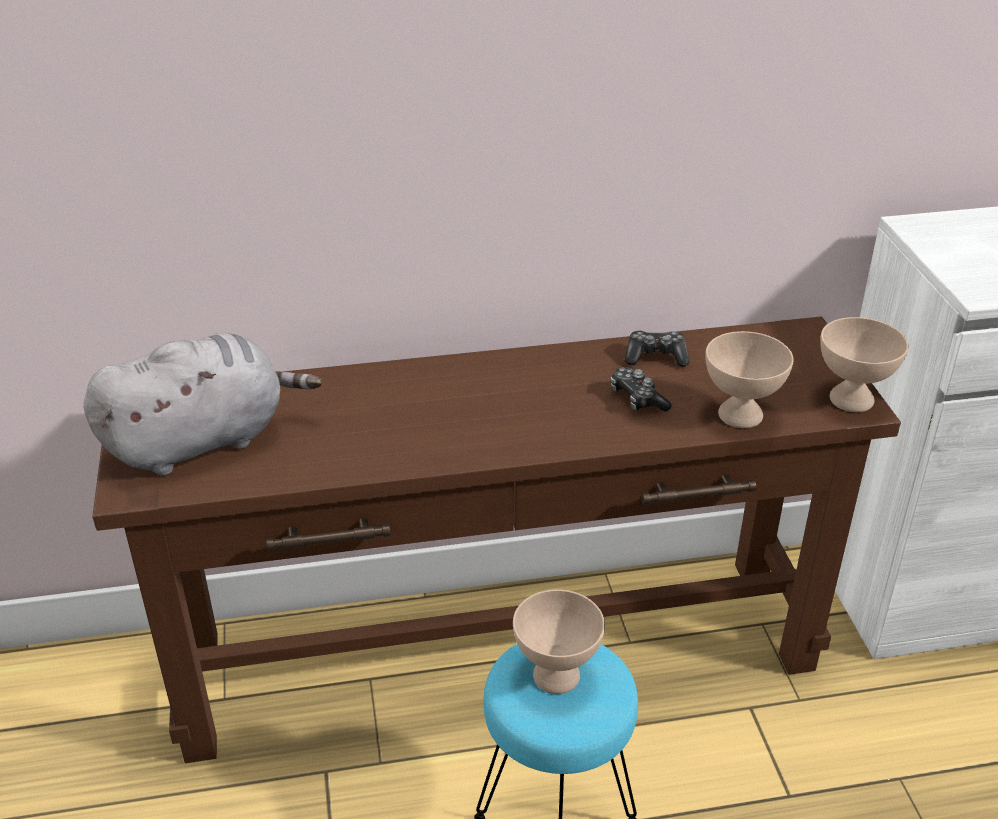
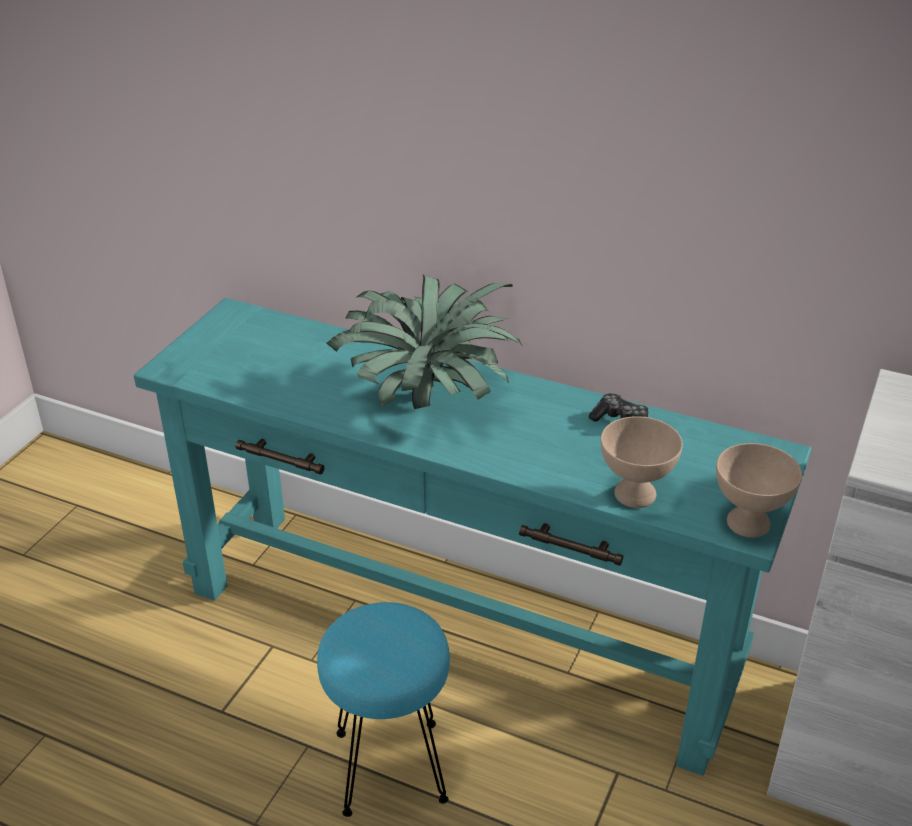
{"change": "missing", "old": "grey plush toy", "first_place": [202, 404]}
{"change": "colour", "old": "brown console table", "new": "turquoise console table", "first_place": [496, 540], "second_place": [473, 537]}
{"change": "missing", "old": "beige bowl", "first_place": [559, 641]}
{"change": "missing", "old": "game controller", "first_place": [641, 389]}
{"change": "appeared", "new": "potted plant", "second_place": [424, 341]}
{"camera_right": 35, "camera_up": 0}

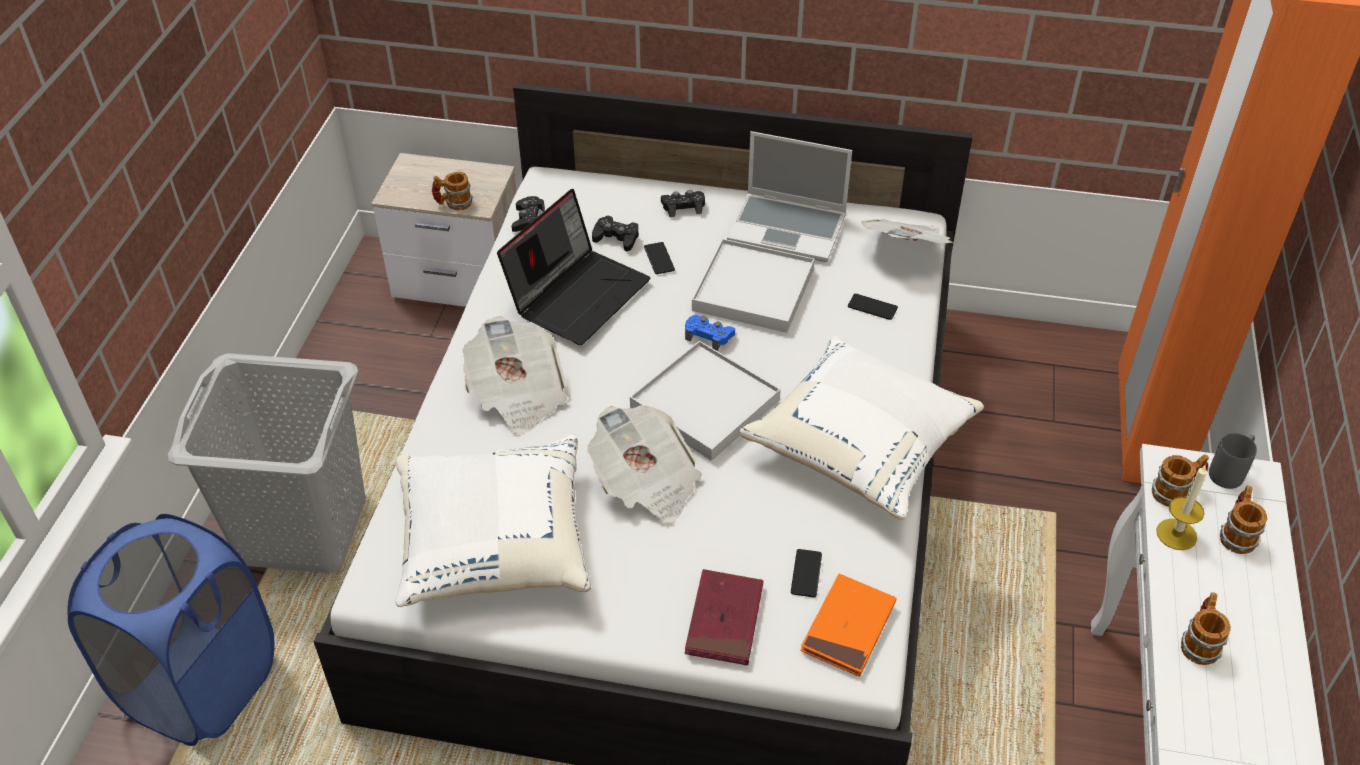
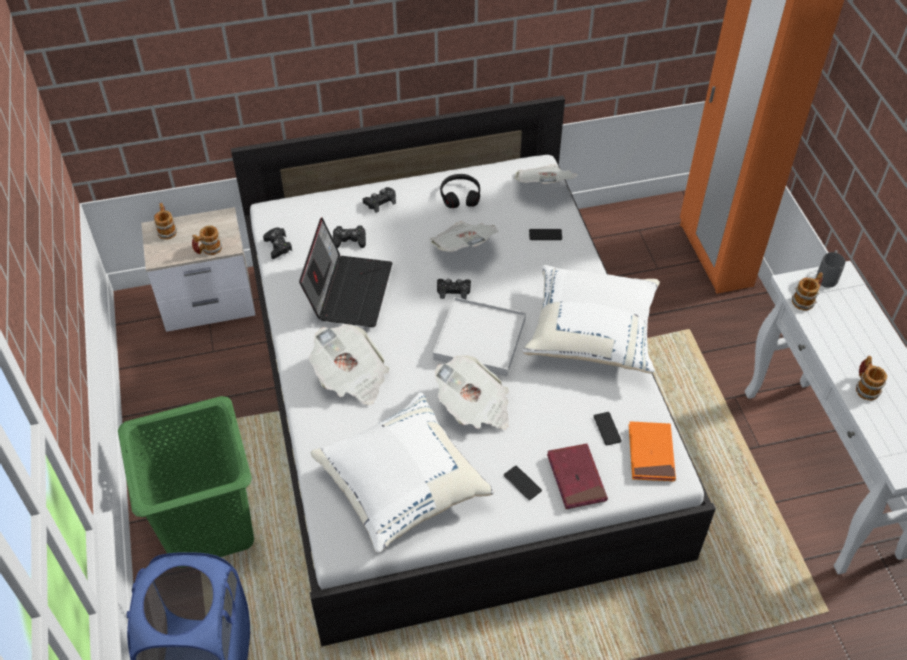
{"change": "colour", "old": "grey laundry basket", "new": "green laundry basket", "first_place": [266, 463], "second_place": [186, 476]}
{"change": "relocated", "old": "phone", "first_place": [659, 258], "second_place": [523, 483]}
{"change": "colour", "old": "blue game controller", "new": "black game controller", "first_place": [710, 333], "second_place": [454, 289]}
{"change": "exchanged", "old": "white tray", "new": "newspaper", "first_place": [753, 286], "second_place": [464, 236]}
{"change": "exchanged", "old": "laptop", "new": "black headphones", "first_place": [789, 196], "second_place": [460, 191]}
{"change": "missing", "old": "candle", "first_place": [1181, 507]}
{"change": "relocated", "old": "mug", "first_place": [1243, 520], "second_place": [165, 221]}
{"camera_right": -25, "camera_up": 5}

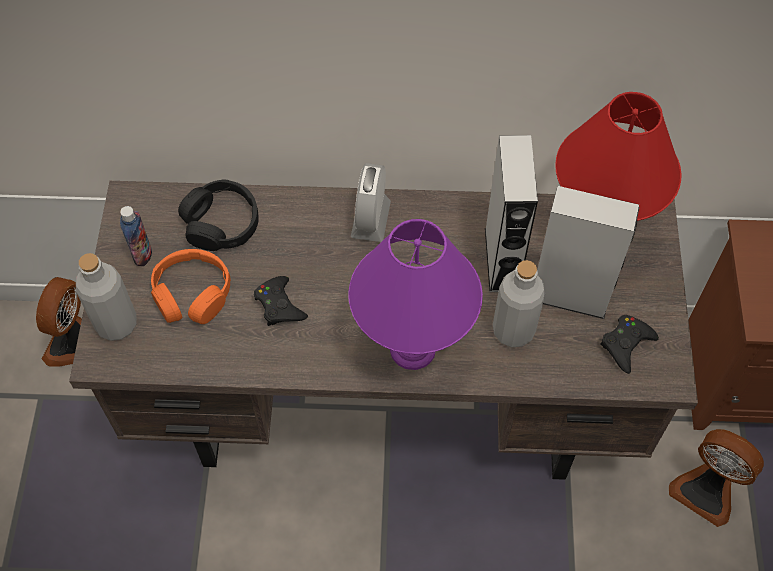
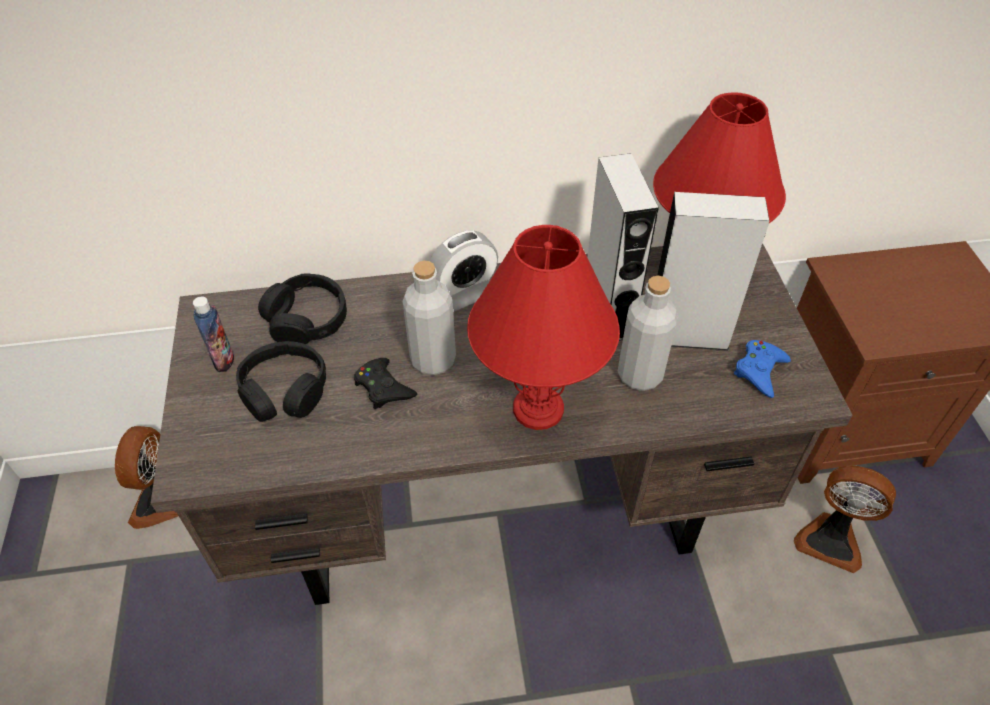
{"change": "relocated", "old": "grey bottle", "first_place": [106, 297], "second_place": [429, 318]}
{"change": "colour", "old": "orange headphones", "new": "black headphones", "first_place": [191, 286], "second_place": [281, 381]}
{"change": "colour", "old": "purple table lamp", "new": "red table lamp", "first_place": [415, 294], "second_place": [543, 327]}
{"change": "spun", "old": "alarm clock", "first_place": [371, 202], "second_place": [464, 271], "degrees": -120}
{"change": "colour", "old": "black game controller", "new": "blue game controller", "first_place": [629, 344], "second_place": [762, 369]}
{"camera_right": -10, "camera_up": -10}

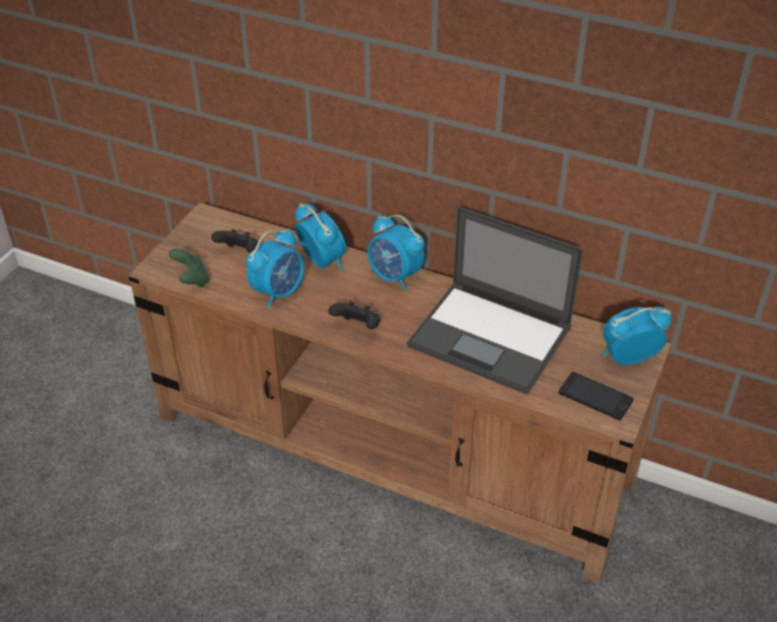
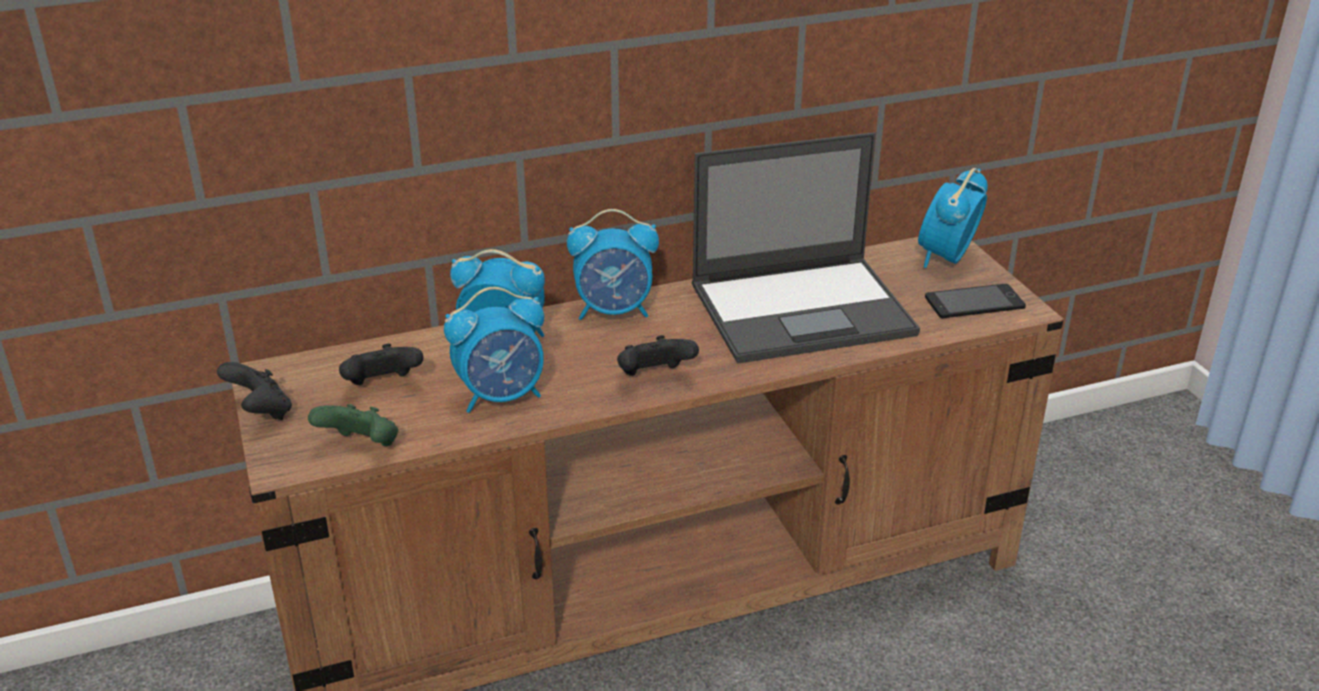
{"change": "spun", "old": "alarm clock", "first_place": [275, 269], "second_place": [494, 350], "degrees": 75}
{"change": "appeared", "new": "black game controller", "second_place": [254, 391]}
{"camera_right": -45, "camera_up": -10}

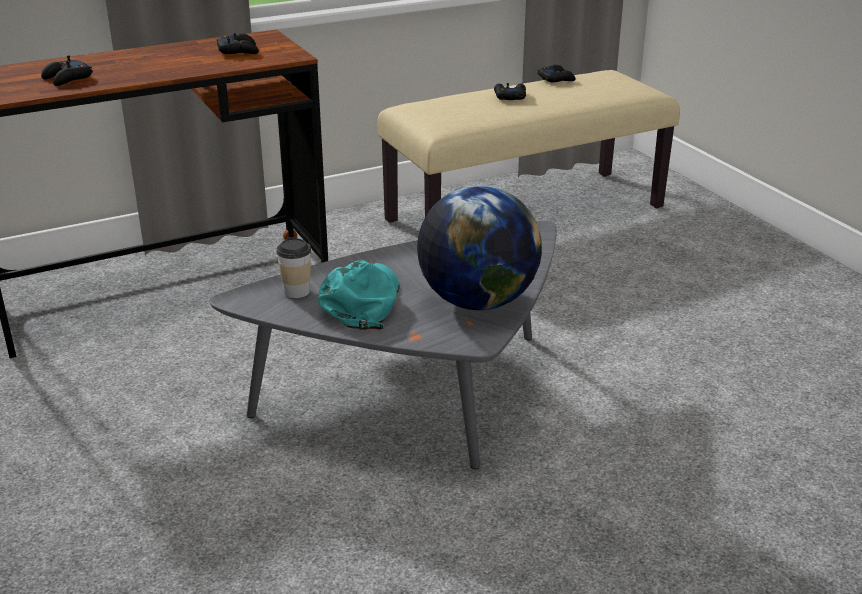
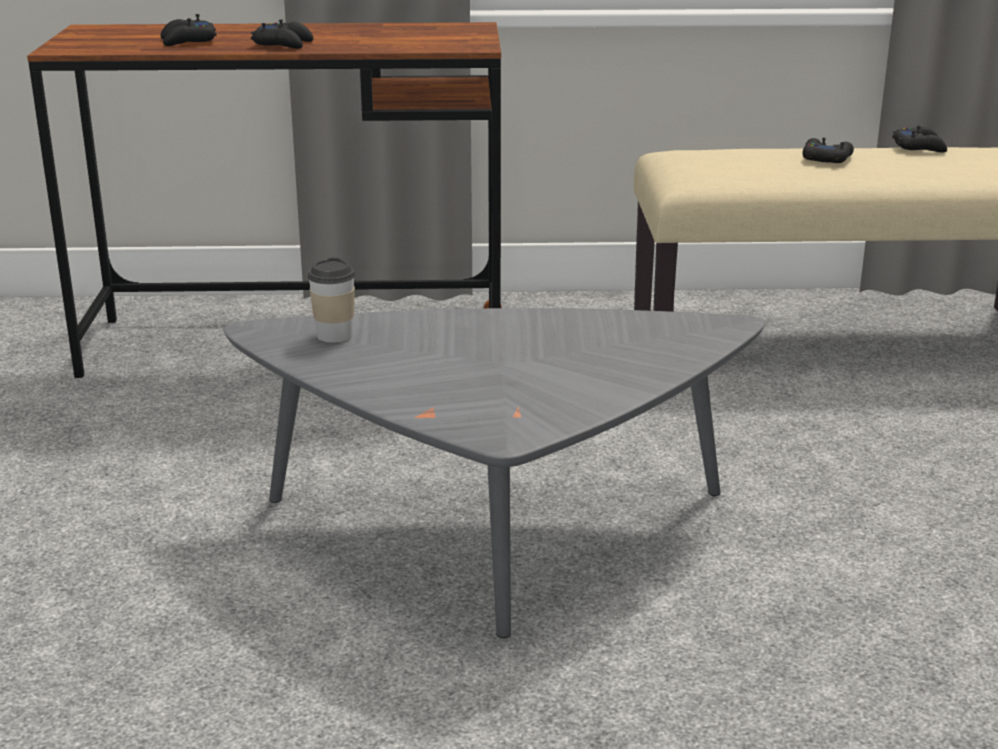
{"change": "relocated", "old": "black game controller", "first_place": [238, 43], "second_place": [282, 34]}
{"change": "missing", "old": "turquoise cap", "first_place": [359, 295]}
{"change": "missing", "old": "globe", "first_place": [479, 247]}
{"camera_right": 25, "camera_up": -5}

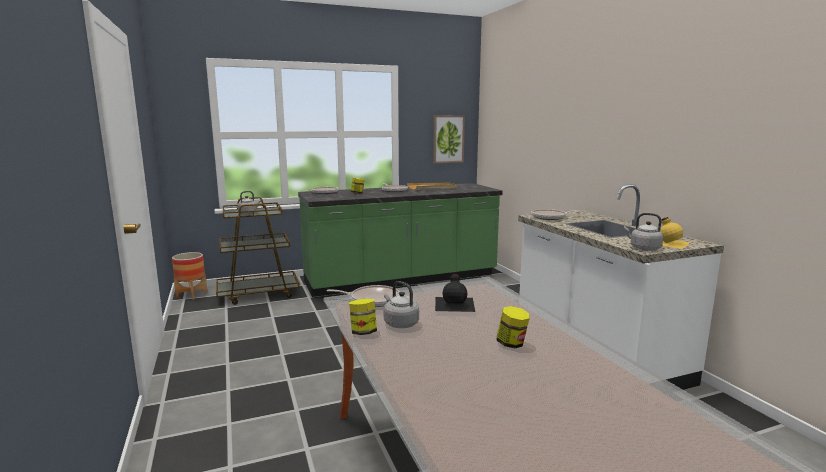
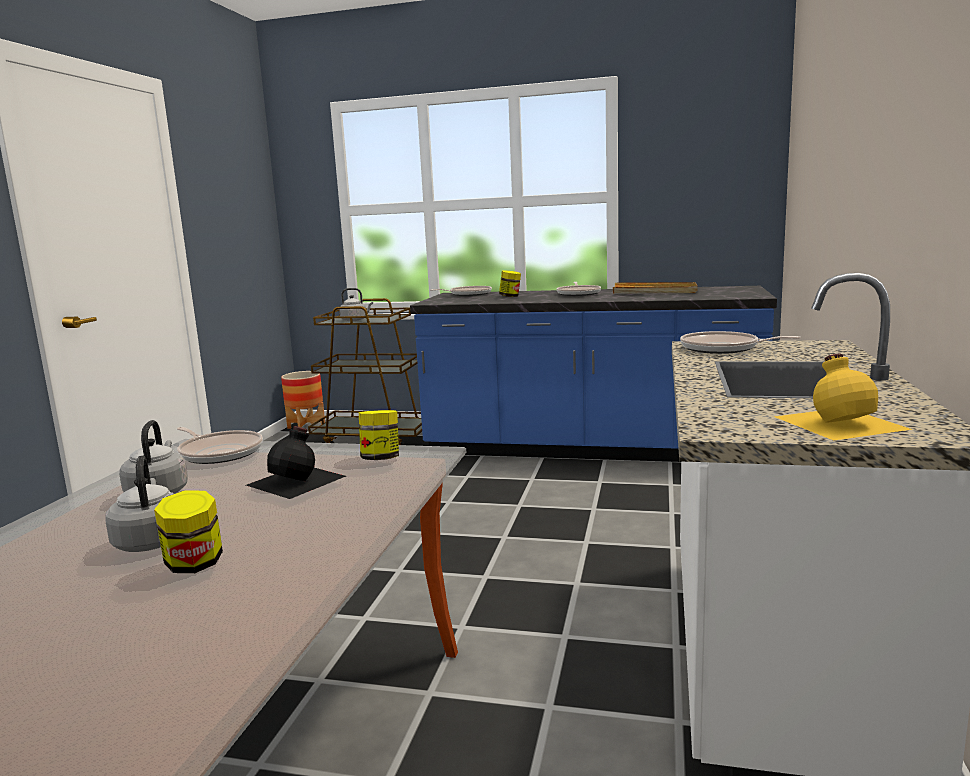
{"change": "colour", "old": "green counter", "new": "blue counter", "first_place": [400, 240], "second_place": [593, 374]}
{"change": "relocated", "old": "jar", "first_place": [363, 317], "second_place": [379, 435]}
{"change": "missing", "old": "picture", "first_place": [449, 139]}
{"change": "relocated", "old": "grey kettle", "first_place": [643, 232], "second_place": [139, 503]}
{"camera_right": 35, "camera_up": 0}

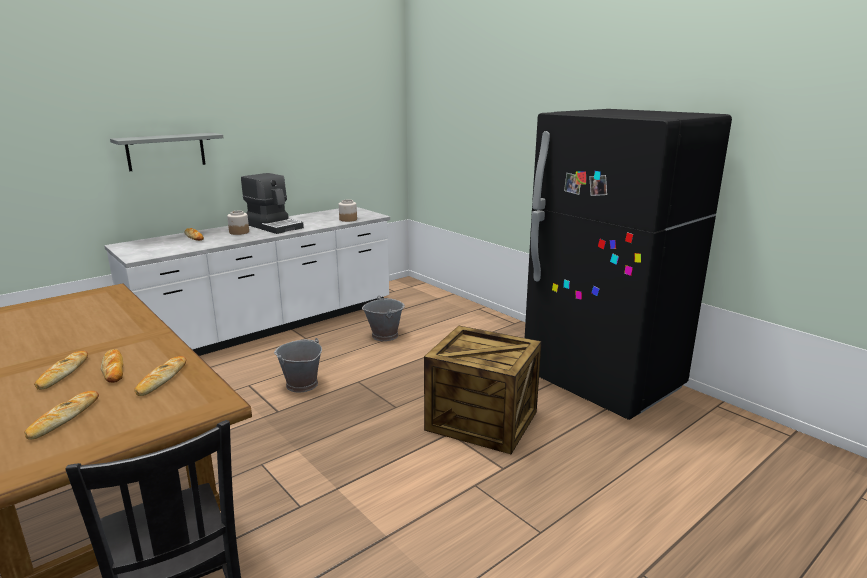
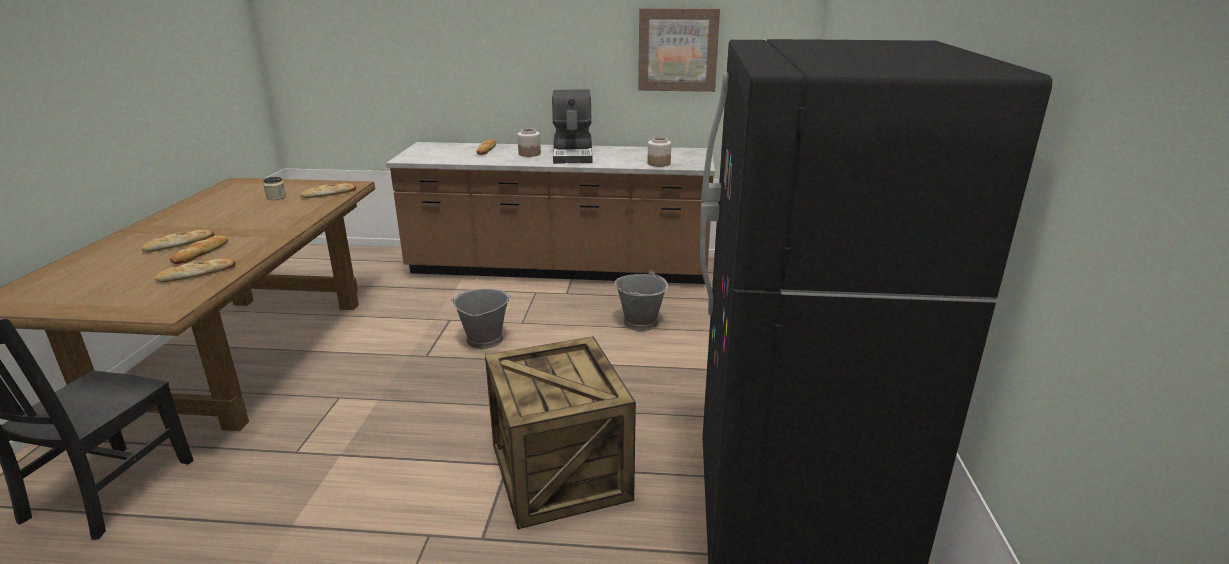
{"change": "relocated", "old": "bread", "first_place": [61, 415], "second_place": [328, 190]}
{"change": "colour", "old": "white counter", "new": "brown counter", "first_place": [247, 281], "second_place": [550, 213]}
{"change": "missing", "old": "grey shelf", "first_place": [166, 152]}
{"change": "appeared", "new": "jar", "second_place": [274, 188]}
{"change": "appeared", "new": "picture", "second_place": [679, 50]}
{"camera_right": 45, "camera_up": 5}

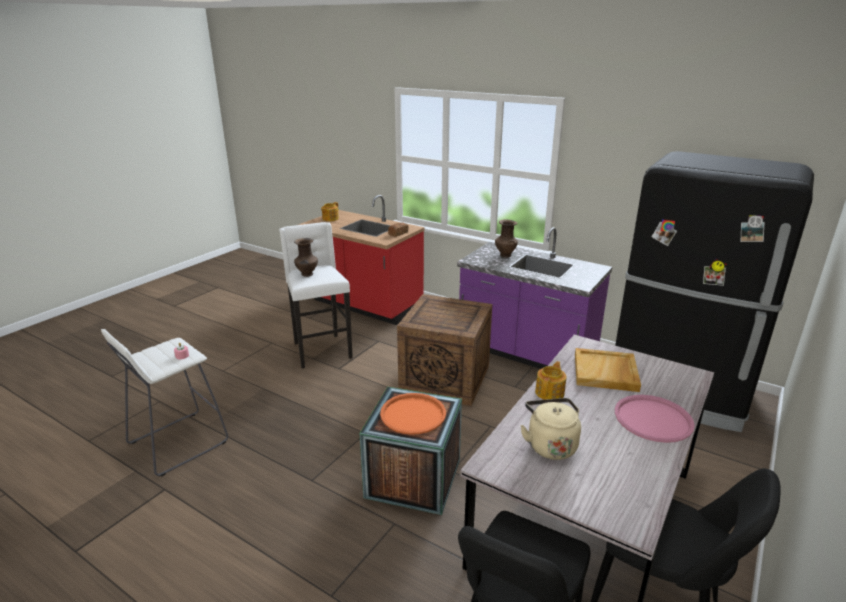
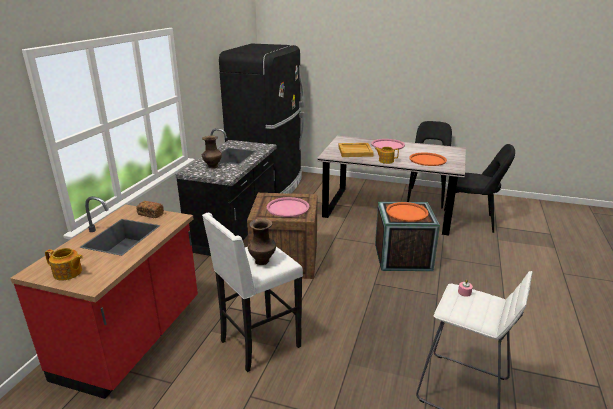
{"change": "colour", "old": "purple counter", "new": "black counter", "first_place": [534, 298], "second_place": [226, 192]}
{"change": "exchanged", "old": "beige kettle", "new": "orange tray", "first_place": [550, 429], "second_place": [428, 159]}
{"change": "appeared", "new": "pink tray", "second_place": [288, 207]}
{"camera_right": -105, "camera_up": 0}

